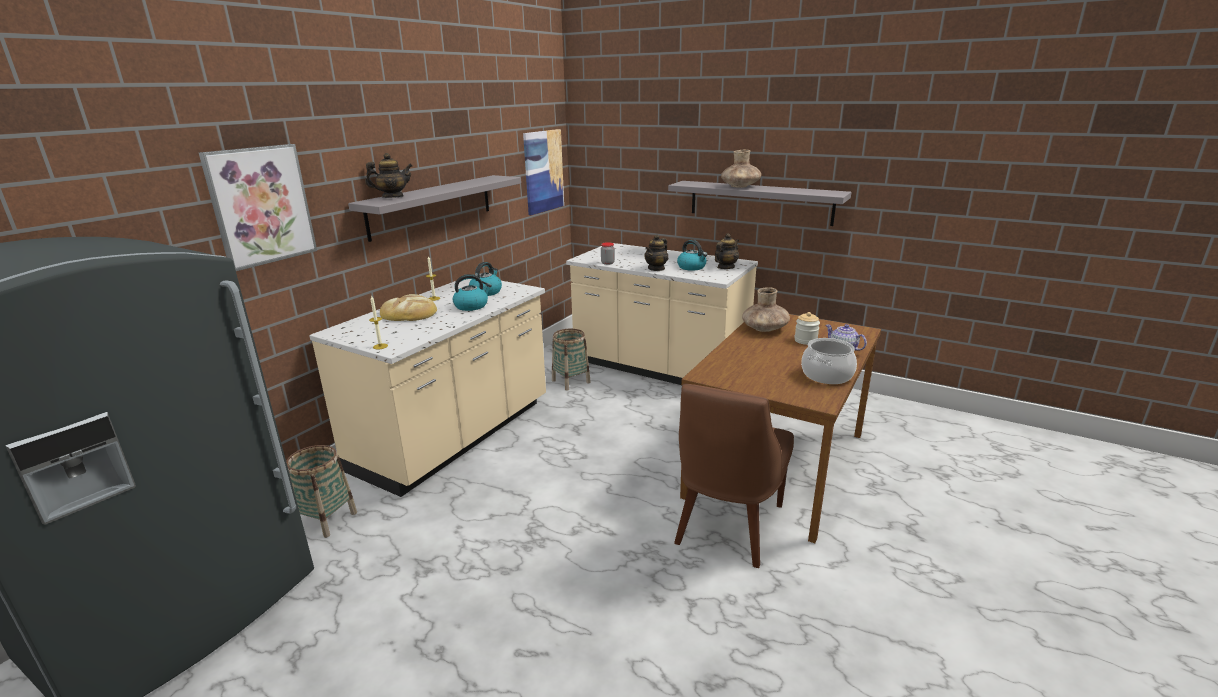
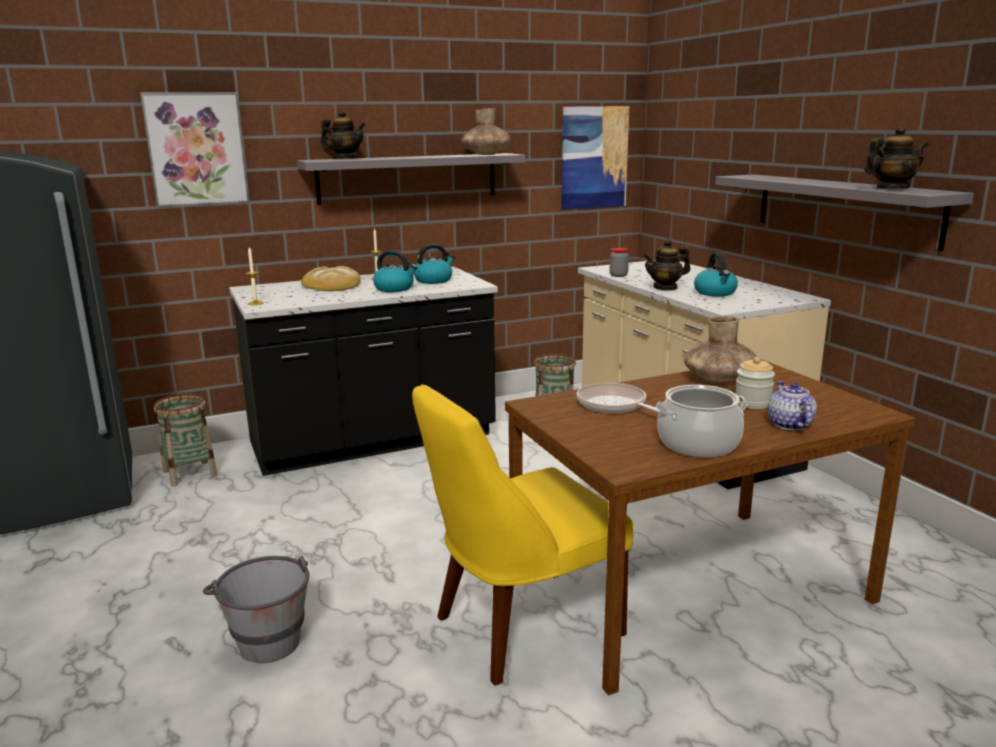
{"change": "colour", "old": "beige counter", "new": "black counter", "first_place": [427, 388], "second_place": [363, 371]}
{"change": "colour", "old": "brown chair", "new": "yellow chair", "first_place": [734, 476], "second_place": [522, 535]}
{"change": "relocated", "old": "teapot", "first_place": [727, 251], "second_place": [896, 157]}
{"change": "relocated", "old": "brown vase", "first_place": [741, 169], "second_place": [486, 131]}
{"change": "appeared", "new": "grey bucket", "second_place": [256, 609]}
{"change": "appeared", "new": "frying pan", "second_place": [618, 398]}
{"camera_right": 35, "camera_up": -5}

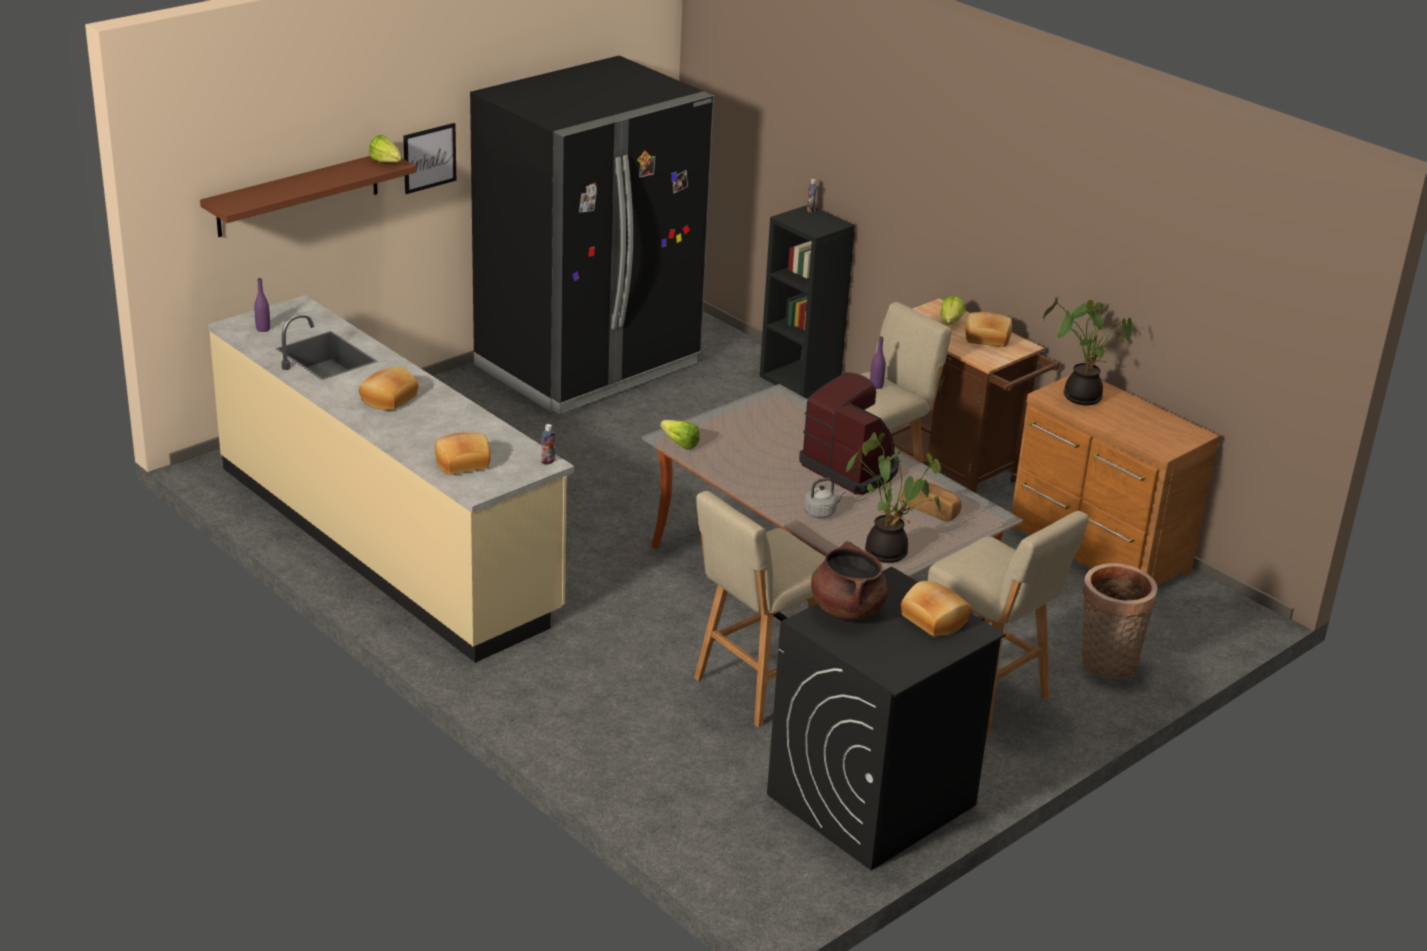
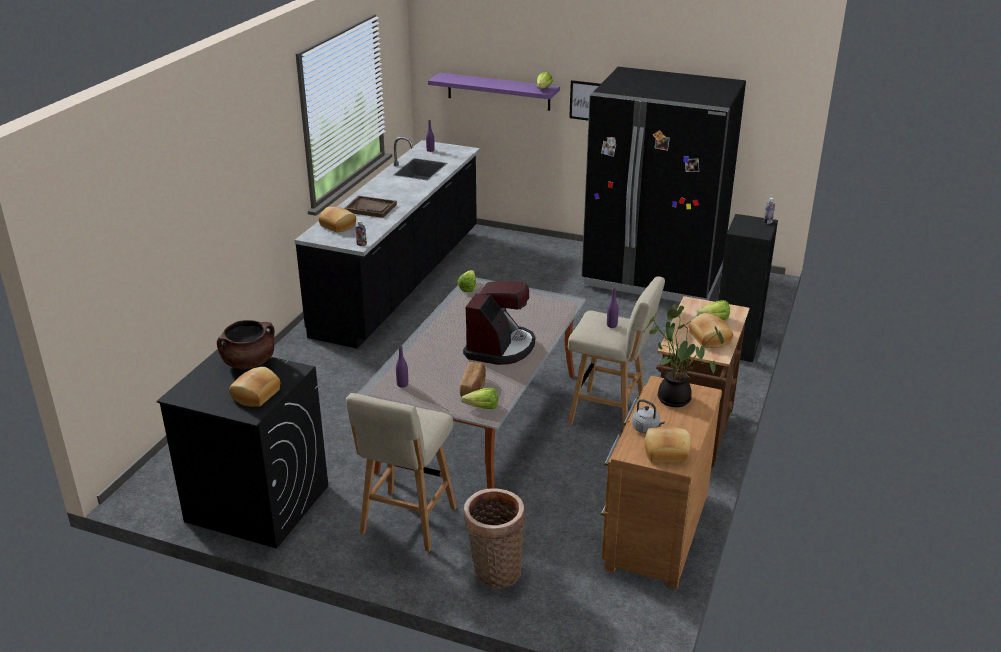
{"change": "colour", "old": "brown shelf", "new": "purple shelf", "first_place": [308, 196], "second_place": [494, 92]}
{"change": "colour", "old": "beige counter", "new": "black counter", "first_place": [391, 479], "second_place": [387, 243]}
{"change": "relocated", "old": "bread", "first_place": [388, 389], "second_place": [668, 445]}
{"change": "missing", "old": "beige stool", "first_place": [759, 609]}
{"change": "relocated", "old": "grey kettle", "first_place": [825, 498], "second_place": [648, 416]}
{"change": "exchanged", "old": "potted plant", "new": "purple bottle", "first_place": [893, 497], "second_place": [402, 366]}
{"change": "appeared", "new": "brown tray", "second_place": [370, 207]}
{"change": "appeared", "new": "lettuce", "second_place": [479, 398]}
{"camera_right": 65, "camera_up": 0}

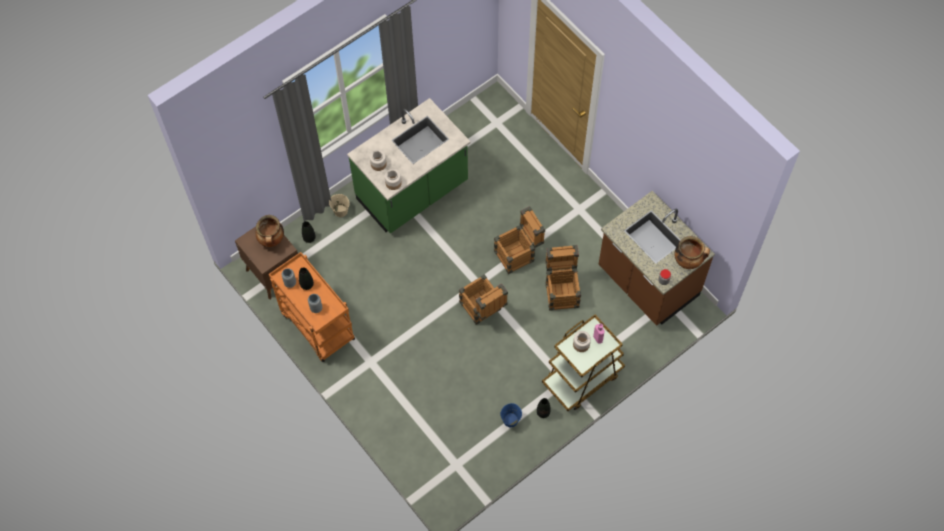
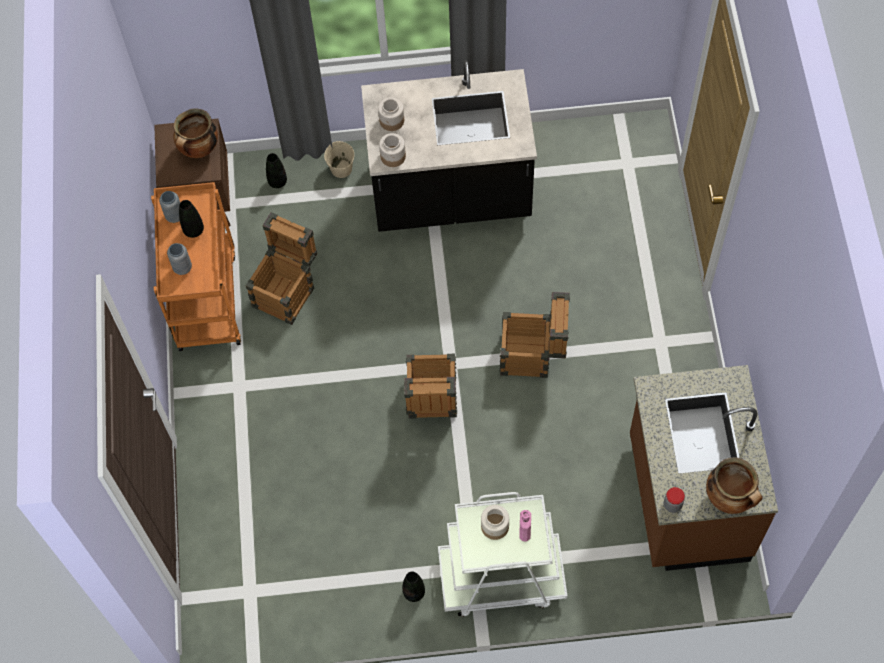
{"change": "colour", "old": "green counter", "new": "black counter", "first_place": [409, 166], "second_place": [449, 146]}
{"change": "missing", "old": "blue bucket", "first_place": [511, 415]}
{"change": "colour", "old": "brown cart", "new": "white cart", "first_place": [583, 363], "second_place": [502, 554]}
{"change": "relocated", "old": "crate", "first_place": [563, 278], "second_place": [281, 268]}
{"camera_right": 35, "camera_up": 0}

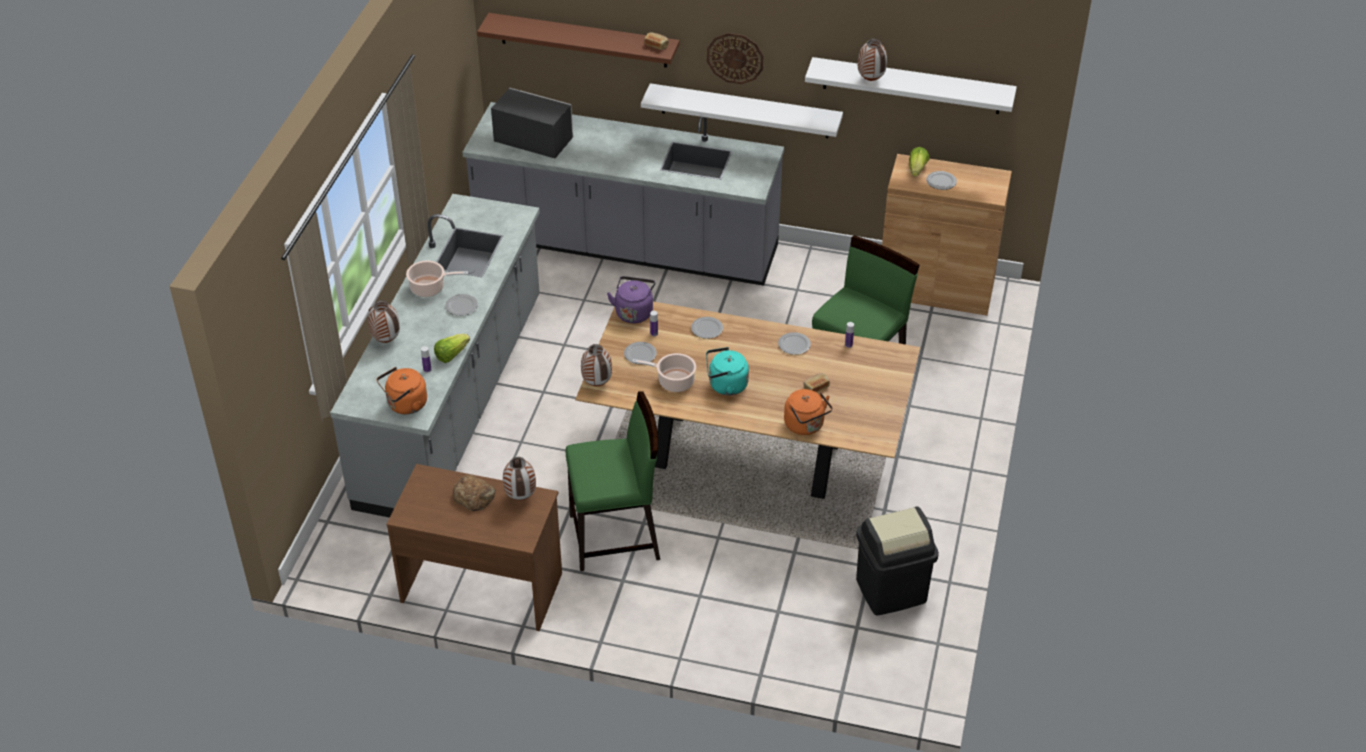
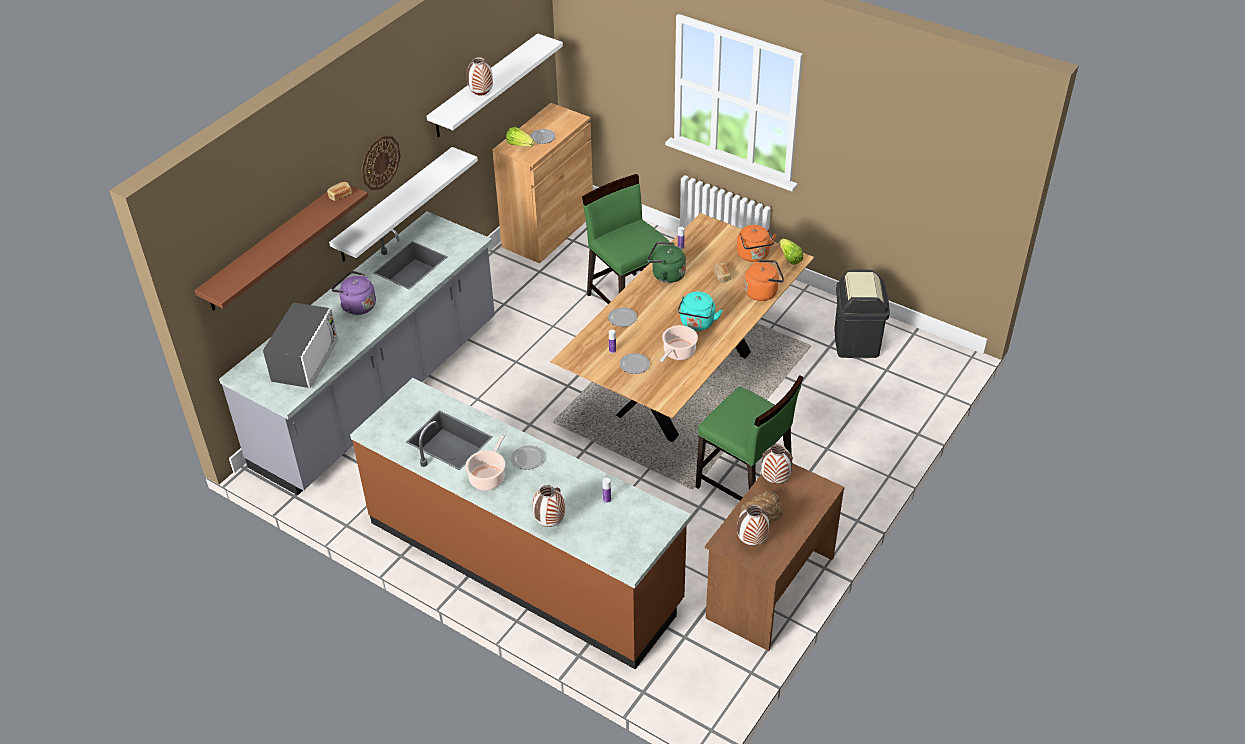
{"change": "colour", "old": "grey counter", "new": "brown counter", "first_place": [435, 356], "second_place": [520, 523]}
{"change": "relocated", "old": "orange kettle", "first_place": [402, 390], "second_place": [756, 243]}
{"change": "relocated", "old": "lettuce", "first_place": [452, 348], "second_place": [791, 252]}
{"change": "spun", "old": "microwave", "first_place": [532, 123], "second_place": [300, 345], "degrees": 150}
{"change": "spun", "old": "green chair", "first_place": [612, 481], "second_place": [750, 438], "degrees": 120}
{"change": "relocated", "old": "vase", "first_place": [596, 365], "second_place": [753, 525]}
{"change": "relocated", "old": "purple kettle", "first_place": [631, 299], "second_place": [353, 293]}
{"change": "exchanged", "old": "plate", "new": "green kettle", "first_place": [794, 343], "second_place": [666, 262]}
{"camera_right": -70, "camera_up": 0}

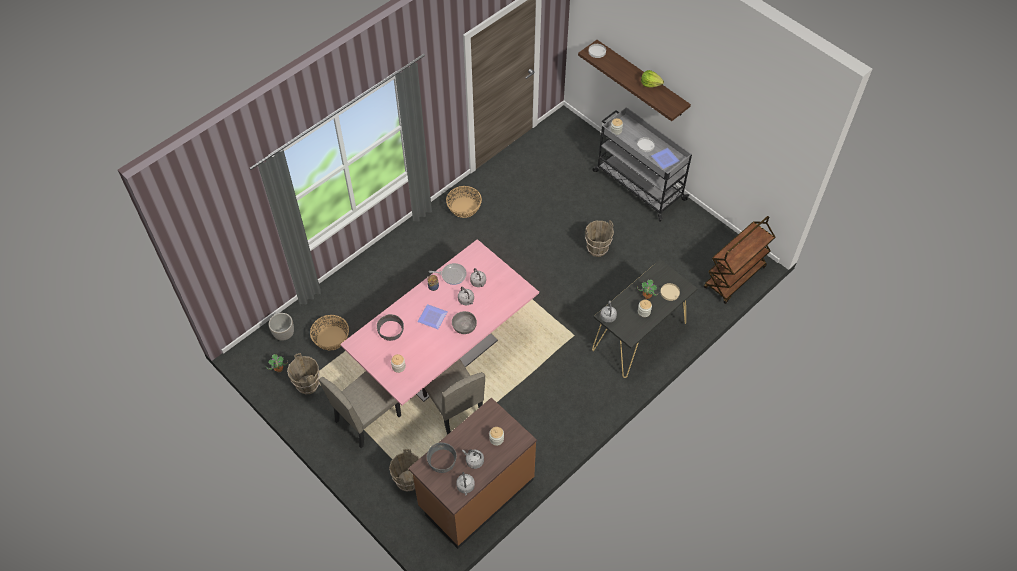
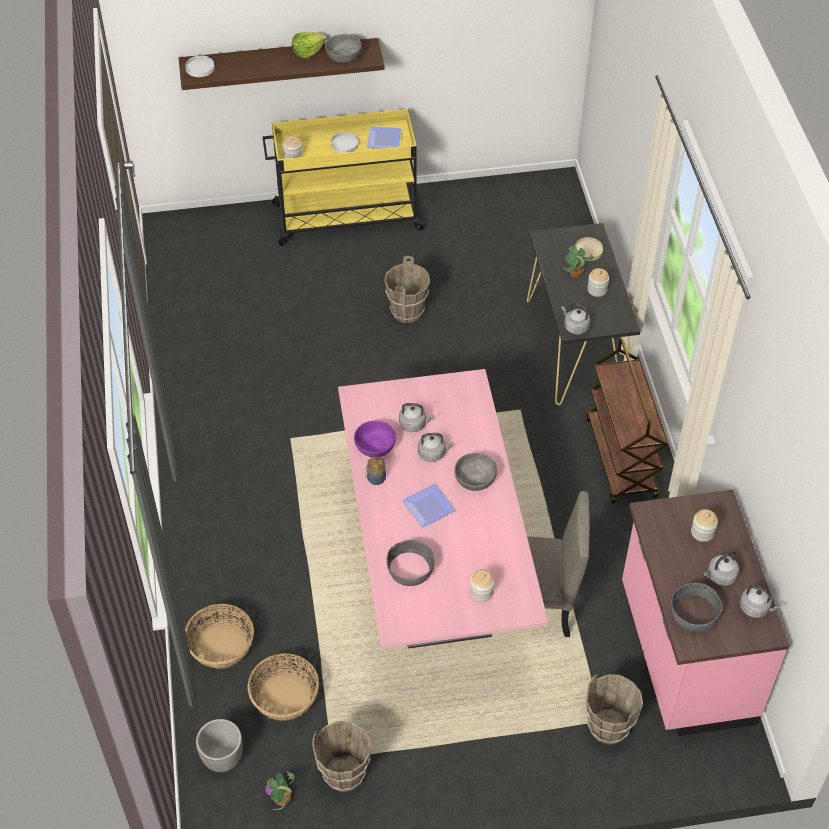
{"change": "missing", "old": "beige chair", "first_place": [360, 409]}
{"change": "colour", "old": "brown counter", "new": "pink counter", "first_place": [472, 473], "second_place": [705, 612]}
{"change": "exchanged", "old": "frying pan", "new": "purple bowl", "first_place": [448, 274], "second_place": [375, 439]}
{"change": "relocated", "old": "basket", "first_place": [464, 202], "second_place": [219, 636]}
{"change": "colour", "old": "grey cart", "new": "yellow cart", "first_place": [642, 164], "second_place": [344, 177]}
{"change": "relocated", "old": "brown cart", "first_place": [739, 260], "second_place": [627, 421]}
{"change": "appeared", "new": "grey bowl", "second_place": [343, 48]}
{"camera_right": -55, "camera_up": -5}

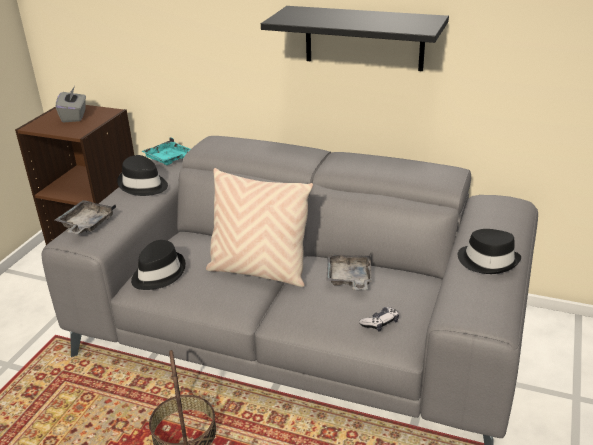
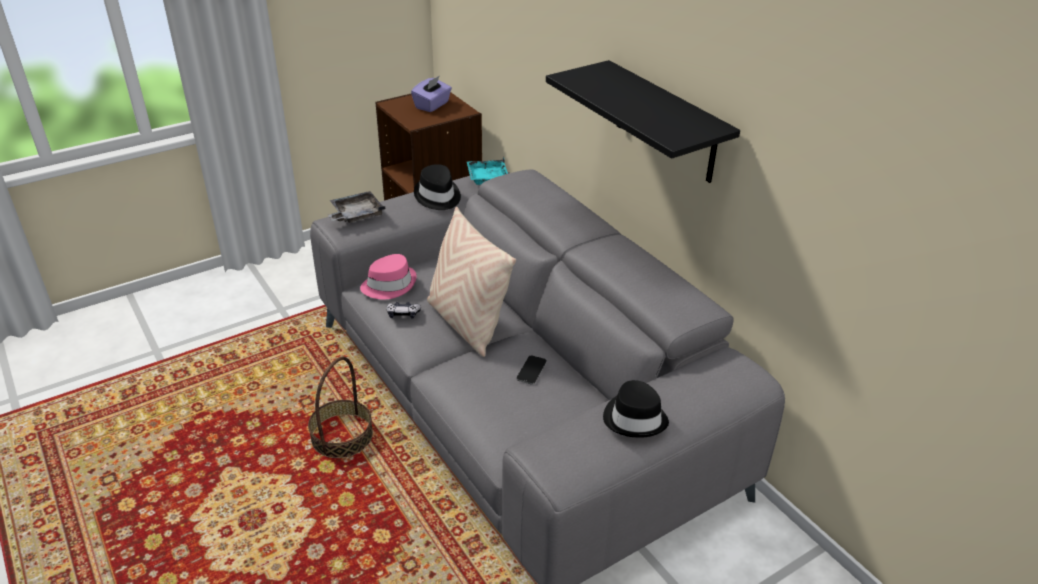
{"change": "colour", "old": "grey tissue box", "new": "purple tissue box", "first_place": [71, 104], "second_place": [431, 94]}
{"change": "colour", "old": "black hat", "new": "pink hat", "first_place": [158, 265], "second_place": [388, 277]}
{"change": "exchanged", "old": "grey tray", "new": "phone", "first_place": [349, 271], "second_place": [531, 370]}
{"change": "relocated", "old": "game controller", "first_place": [379, 319], "second_place": [403, 310]}
{"camera_right": 35, "camera_up": 5}

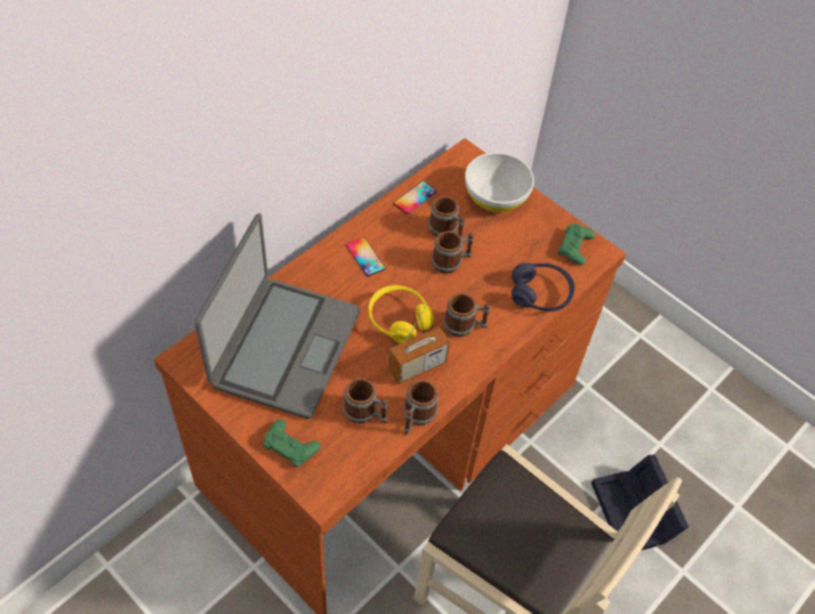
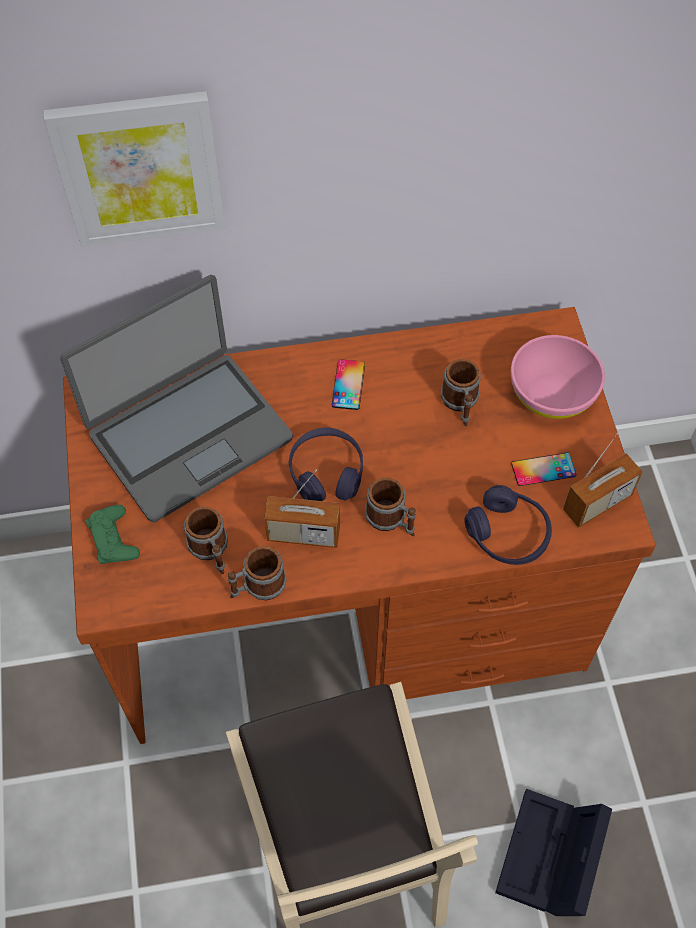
{"change": "colour", "old": "yellow headphones", "new": "purple headphones", "first_place": [401, 314], "second_place": [326, 464]}
{"change": "relocated", "old": "phone", "first_place": [415, 197], "second_place": [543, 469]}
{"change": "missing", "old": "mug", "first_place": [452, 252]}
{"change": "colour", "old": "white bowl", "new": "pink bowl", "first_place": [499, 182], "second_place": [558, 377]}
{"change": "exchanged", "old": "green game controller", "new": "radio", "first_place": [576, 244], "second_place": [603, 480]}
{"change": "appeared", "new": "picture", "second_place": [134, 169]}
{"camera_right": 40, "camera_up": 5}

